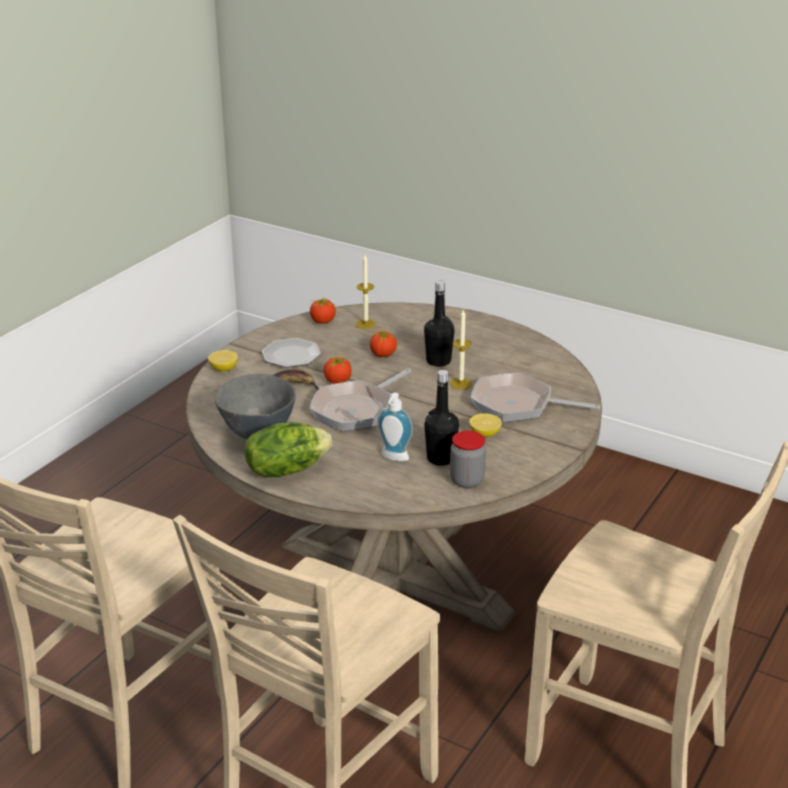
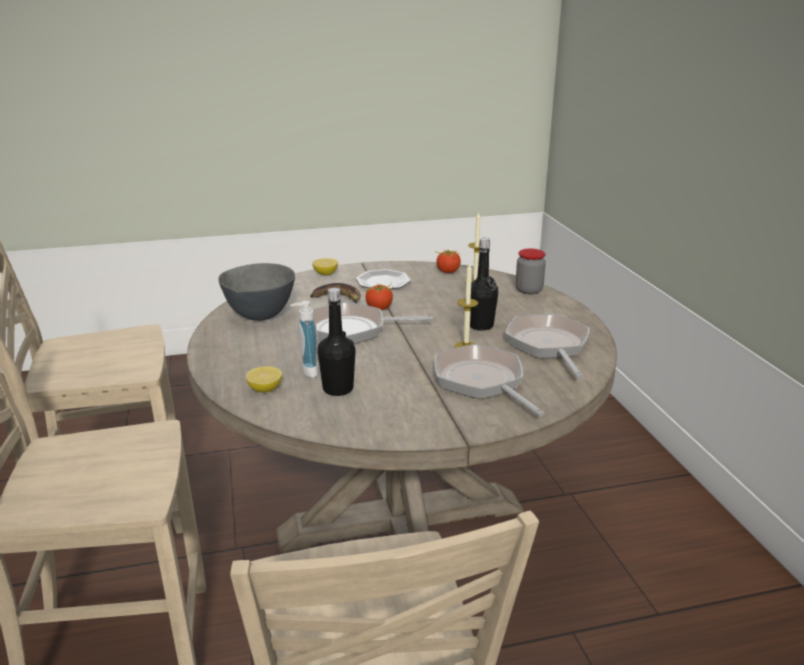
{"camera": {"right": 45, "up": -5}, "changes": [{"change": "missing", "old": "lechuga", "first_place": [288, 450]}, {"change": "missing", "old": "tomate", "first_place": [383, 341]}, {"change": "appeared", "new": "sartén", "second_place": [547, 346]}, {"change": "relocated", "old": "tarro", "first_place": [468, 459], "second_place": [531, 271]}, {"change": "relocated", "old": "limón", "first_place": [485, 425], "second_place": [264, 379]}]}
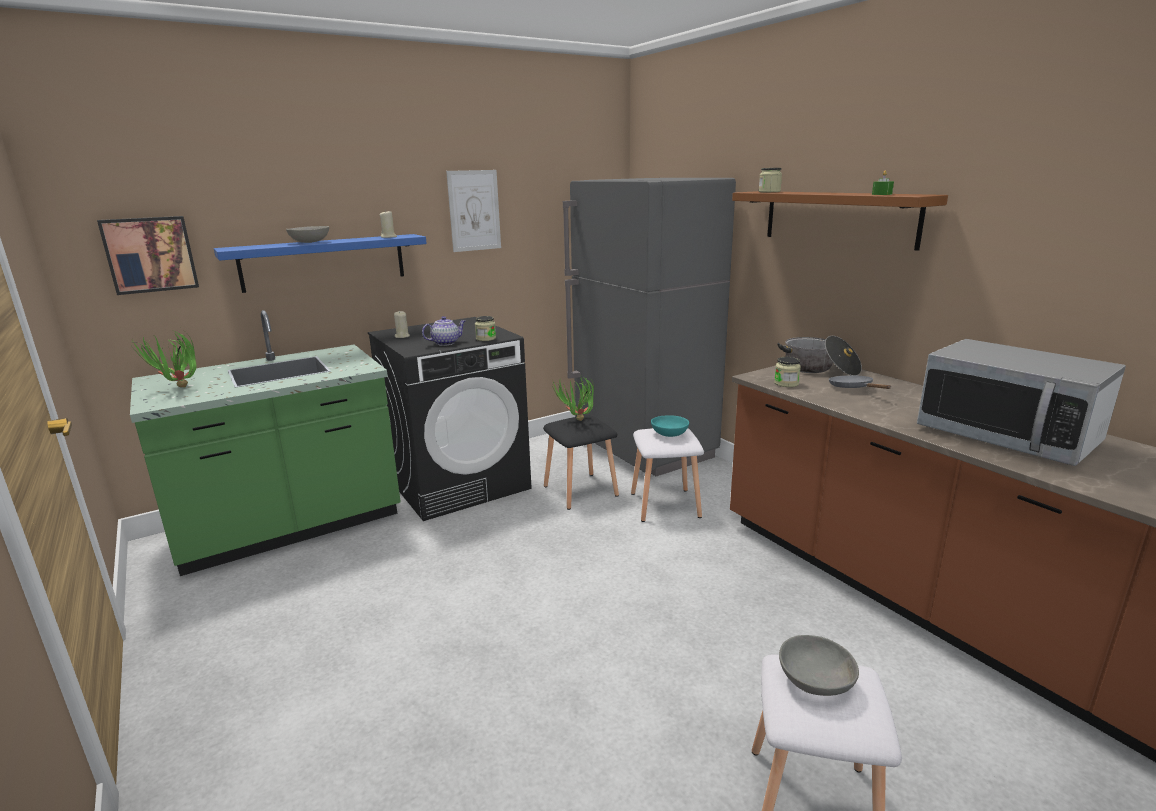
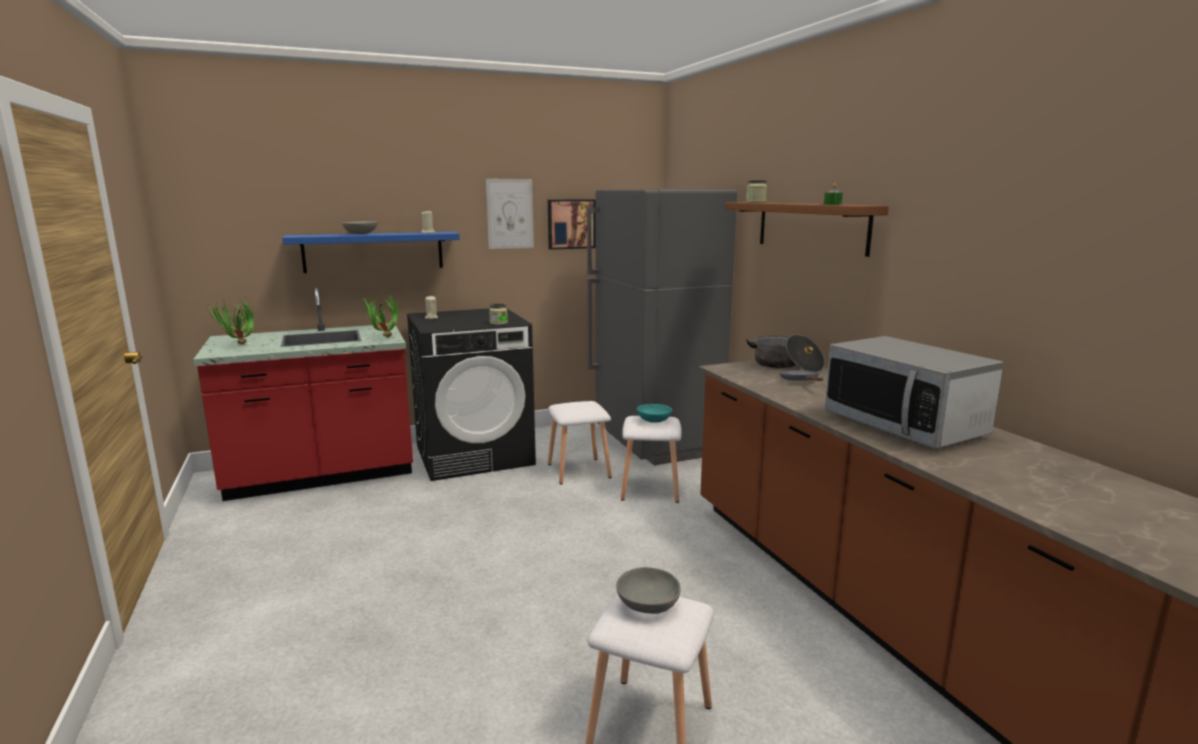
{"camera": {"right": 10, "up": -5}, "changes": [{"change": "missing", "old": "tetera", "first_place": [443, 331]}, {"change": "missing", "old": "tarro", "first_place": [787, 372]}, {"change": "relocated", "old": "cuadro", "first_place": [148, 255], "second_place": [571, 224]}, {"change": "relocated", "old": "planta en maceta", "first_place": [573, 398], "second_place": [380, 315]}, {"change": "colour", "old": "mueble bajo de cocina [verde]", "new": "mueble bajo de cocina [rojo]", "first_place": [265, 443], "second_place": [303, 394]}, {"change": "colour", "old": "taburete [negro]", "new": "taburete [blanco]", "first_place": [581, 462], "second_place": [580, 442]}]}
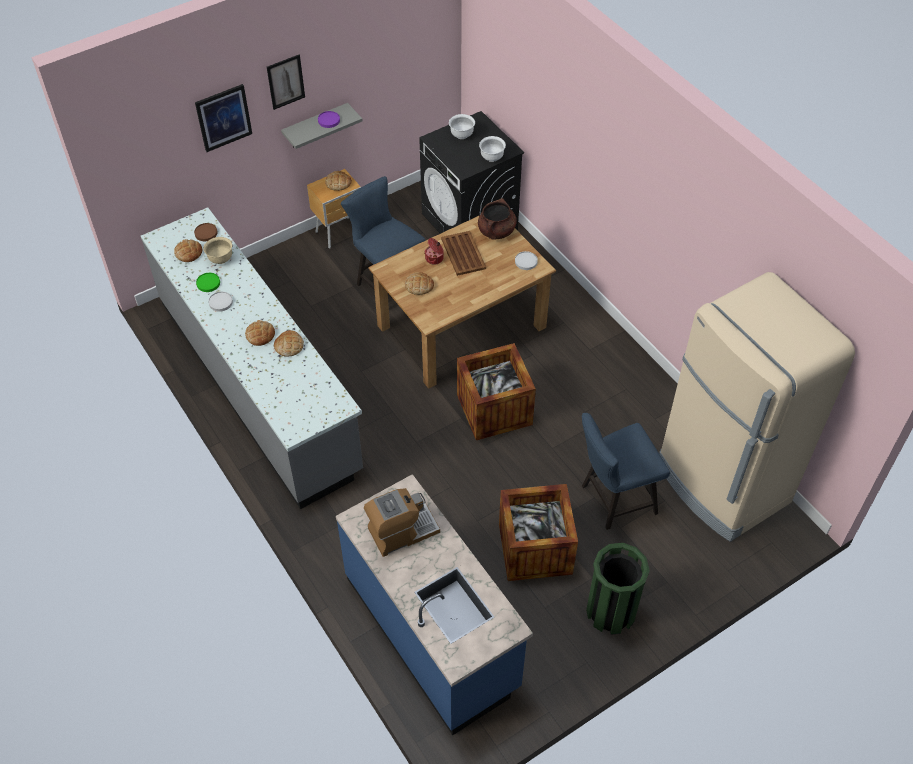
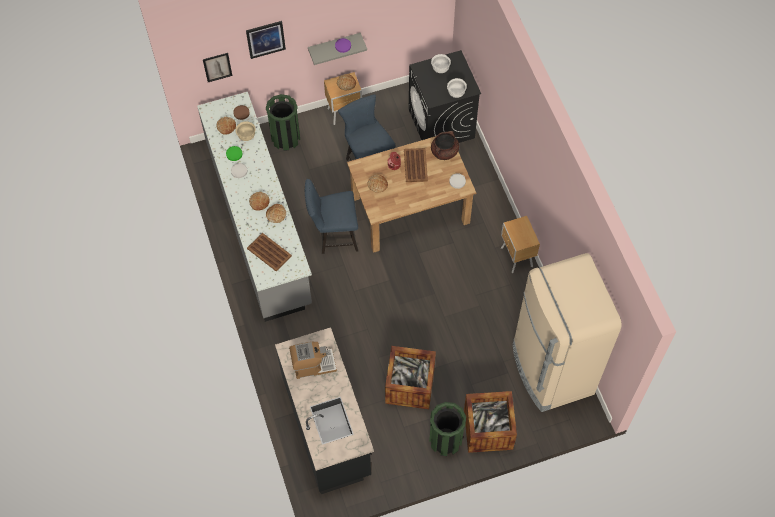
{"camera": {"right": 15, "up": 10}, "changes": [{"change": "appeared", "new": "bandeja [marrón]", "second_place": [269, 252]}, {"change": "appeared", "new": "papelera [verde]", "second_place": [283, 122]}, {"change": "appeared", "new": "mesita de noche [marrón]", "second_place": [520, 244]}, {"change": "relocated", "old": "cuadro", "first_place": [286, 82], "second_place": [217, 67]}, {"change": "relocated", "old": "caja de embalaje", "first_place": [496, 391], "second_place": [490, 422]}, {"change": "relocated", "old": "silla [azul]", "first_place": [626, 471], "second_place": [331, 216]}, {"change": "colour", "old": "mueble bajo de cocina [azul]", "new": "mueble bajo de cocina [negro]", "first_place": [434, 604], "second_place": [324, 410]}]}
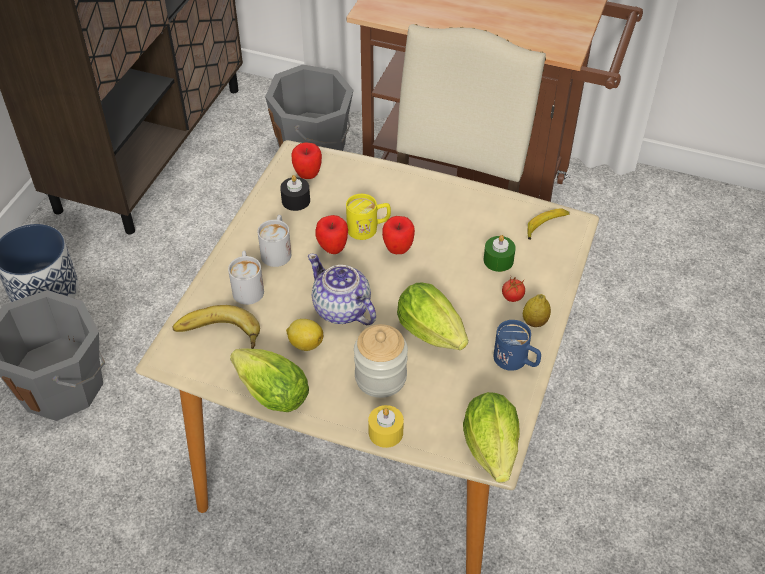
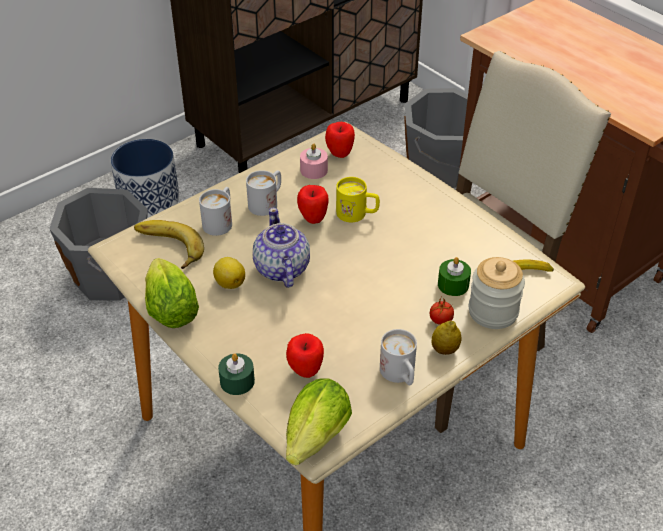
{"camera": {"right": 30, "up": -5}, "changes": [{"change": "missing", "old": "lechuga", "first_place": [432, 316]}, {"change": "relocated", "old": "tarro", "first_place": [381, 361], "second_place": [497, 293]}, {"change": "relocated", "old": "manzana", "first_place": [398, 235], "second_place": [305, 355]}, {"change": "colour", "old": "vela [negro]", "new": "vela [rosa]", "first_place": [295, 193], "second_place": [314, 161]}, {"change": "colour", "old": "vela [amarillo]", "new": "vela [verde]", "first_place": [386, 426], "second_place": [236, 374]}, {"change": "colour", "old": "taza grande [azul]", "new": "taza grande [blanco]", "first_place": [517, 345], "second_place": [398, 357]}]}
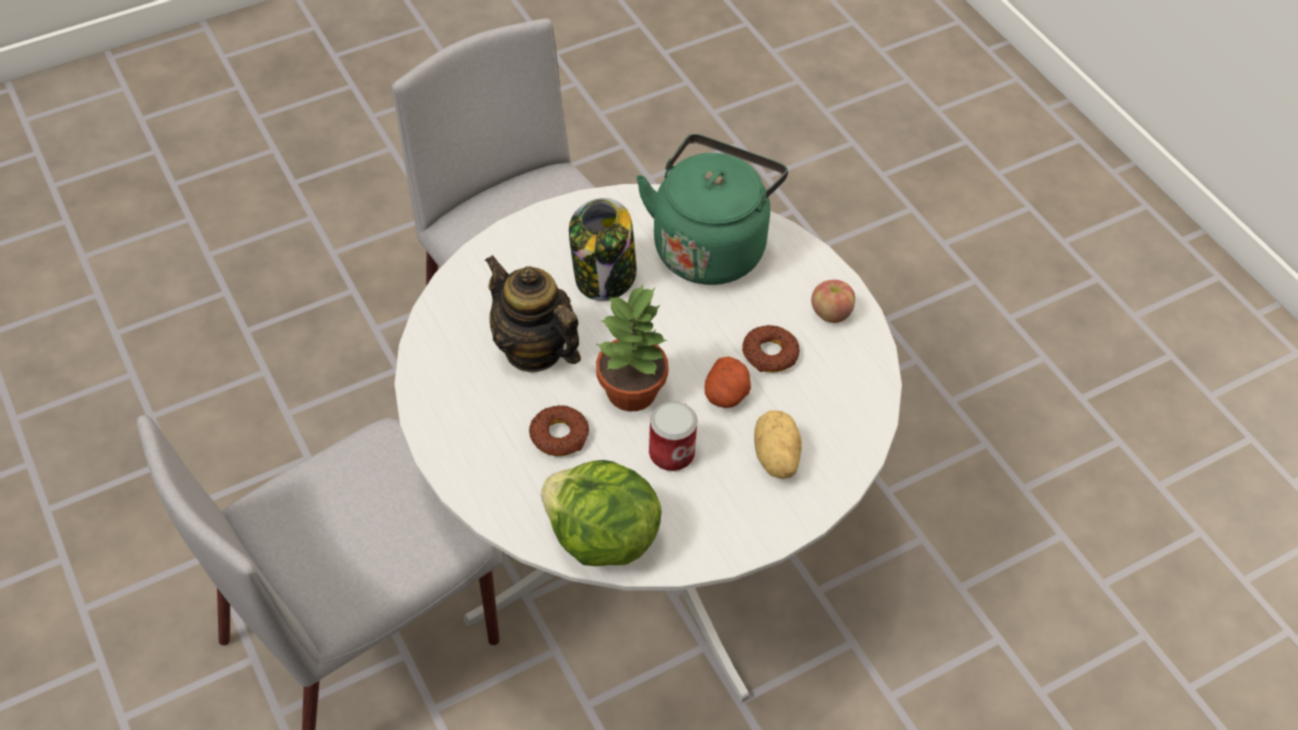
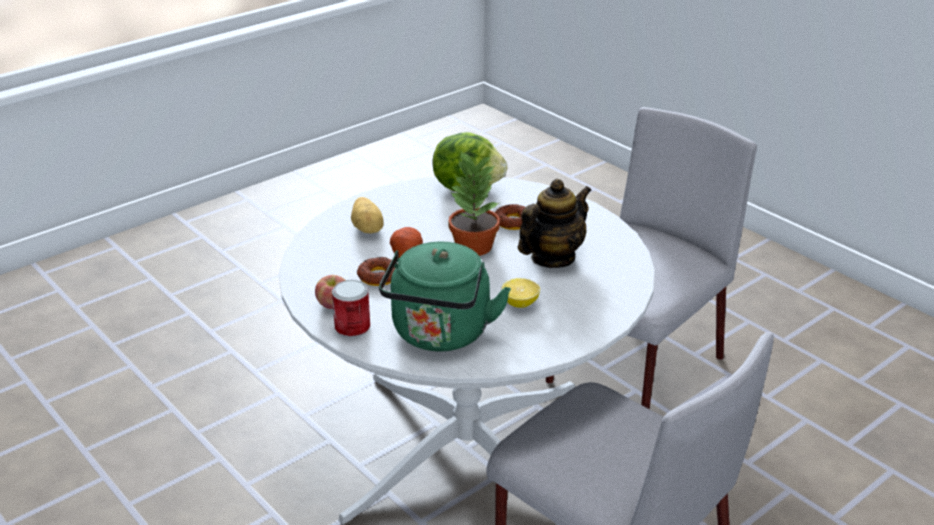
{"camera": {"right": 170, "up": -20}, "changes": [{"change": "relocated", "old": "lata", "first_place": [673, 436], "second_place": [351, 309]}, {"change": "exchanged", "old": "tarro", "new": "limón", "first_place": [603, 249], "second_place": [521, 293]}, {"change": "spun", "old": "tetera", "first_place": [532, 313], "second_place": [555, 223], "degrees": -75}]}
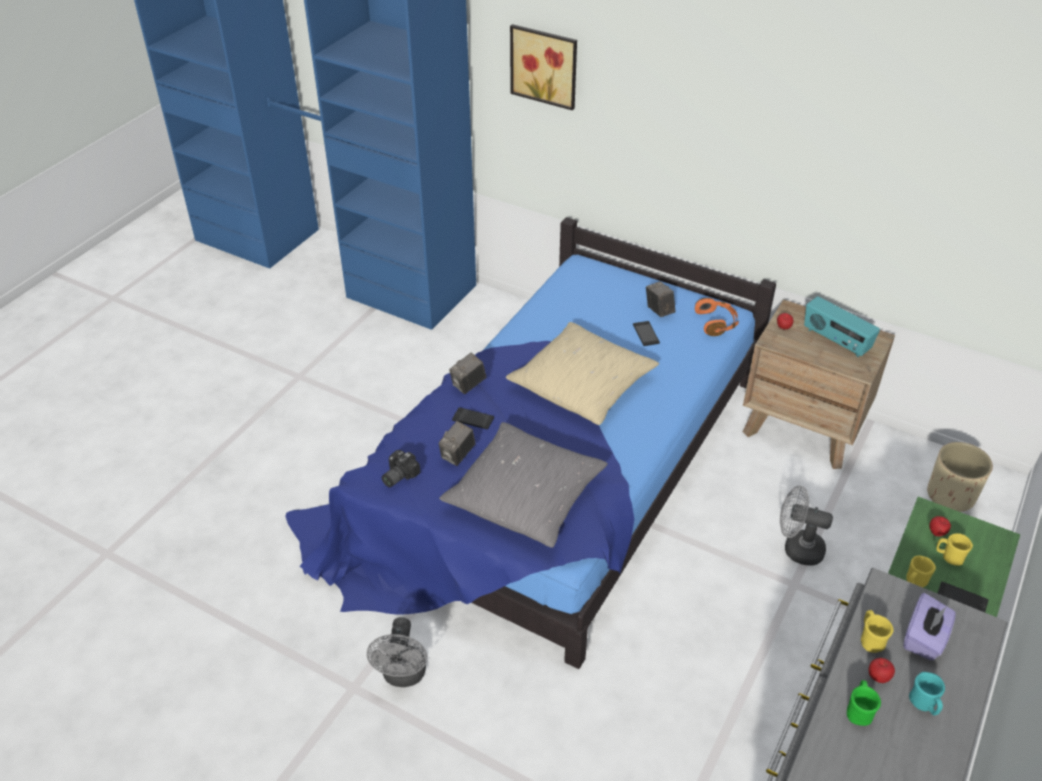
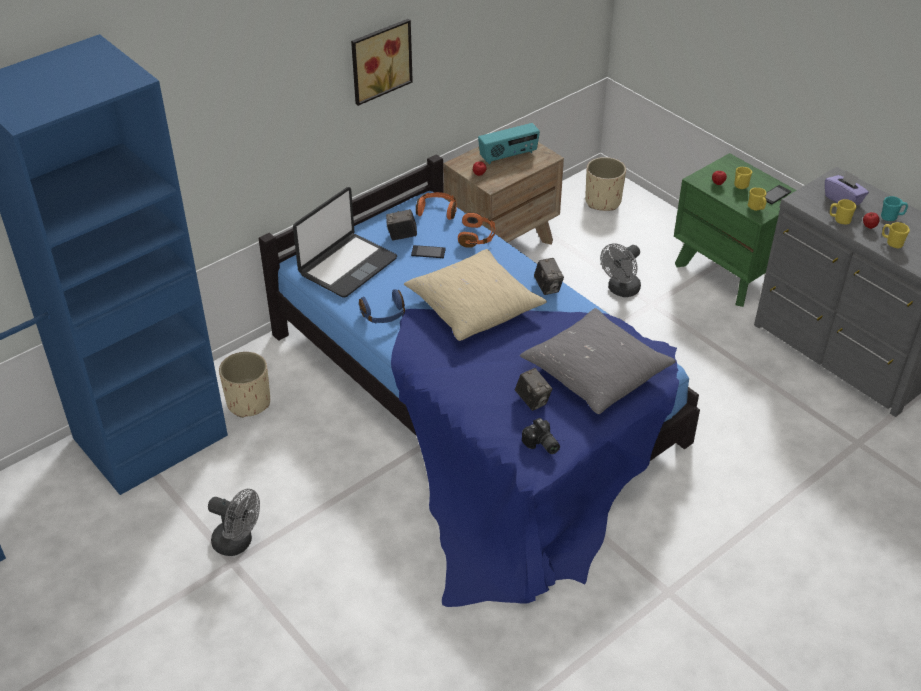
{"camera": {"right": -70, "up": 0}, "changes": [{"change": "missing", "old": "móvil", "first_place": [473, 418]}, {"change": "appeared", "new": "maceta [beis]", "second_place": [244, 385]}, {"change": "appeared", "new": "portátil", "second_place": [345, 242]}, {"change": "appeared", "new": "auriculares [azul]", "second_place": [382, 306]}, {"change": "appeared", "new": "auriculares [naranja]", "second_place": [476, 230]}, {"change": "relocated", "old": "ventilador [gris]", "first_place": [397, 652], "second_place": [234, 522]}, {"change": "relocated", "old": "cámara", "first_place": [467, 373], "second_place": [549, 276]}, {"change": "relocated", "old": "cuadro", "first_place": [543, 67], "second_place": [382, 62]}, {"change": "colour", "old": "taza grande [verde]", "new": "taza grande [amarillo]", "first_place": [864, 703], "second_place": [896, 235]}]}
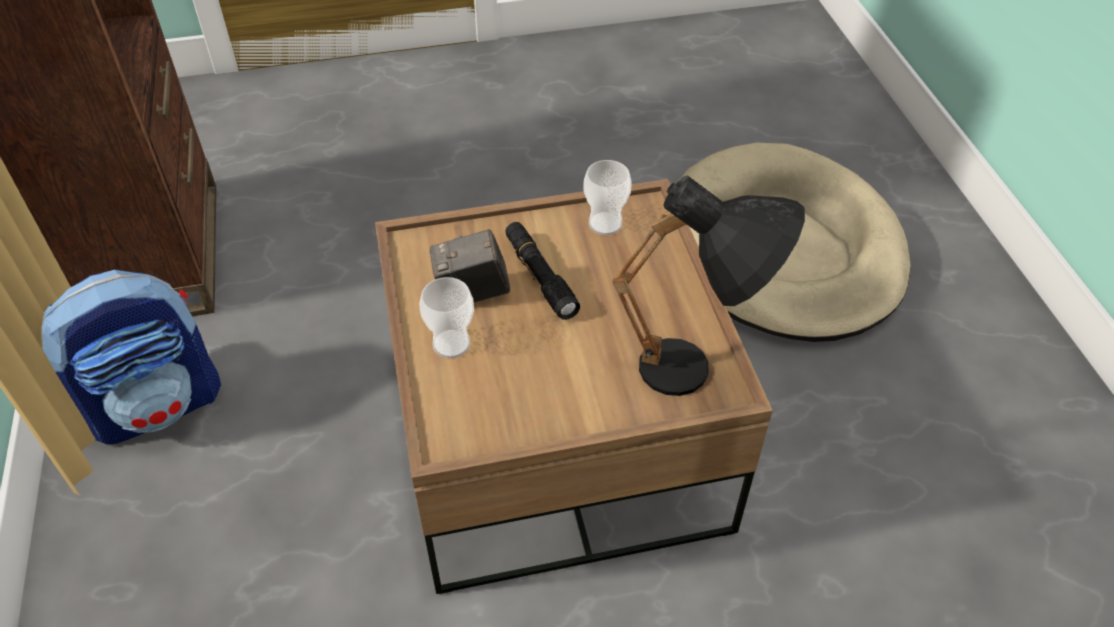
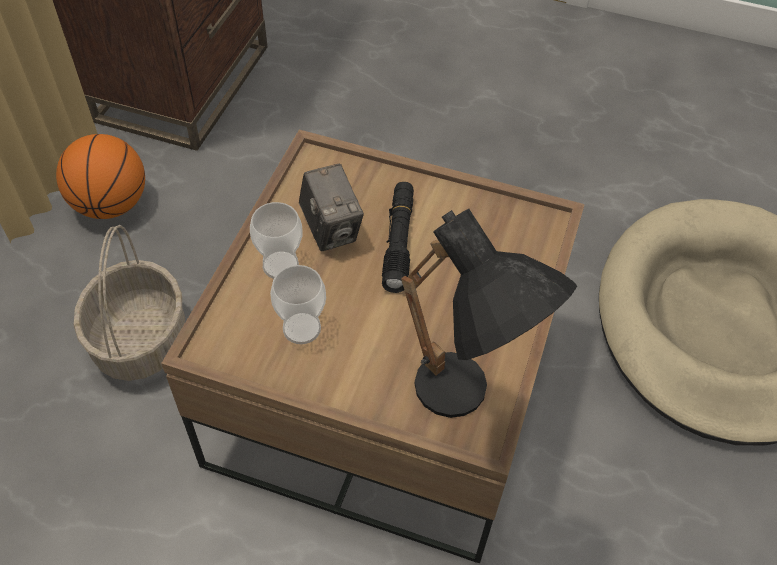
{"camera": {"right": 30, "up": 5}, "changes": [{"change": "appeared", "new": "cesta", "second_place": [129, 303]}, {"change": "relocated", "old": "taza", "first_place": [607, 197], "second_place": [298, 304]}, {"change": "exchanged", "old": "mochila", "new": "balón de baloncesto", "first_place": [131, 357], "second_place": [100, 176]}, {"change": "spun", "old": "cámara", "first_place": [470, 265], "second_place": [331, 207], "degrees": -135}]}
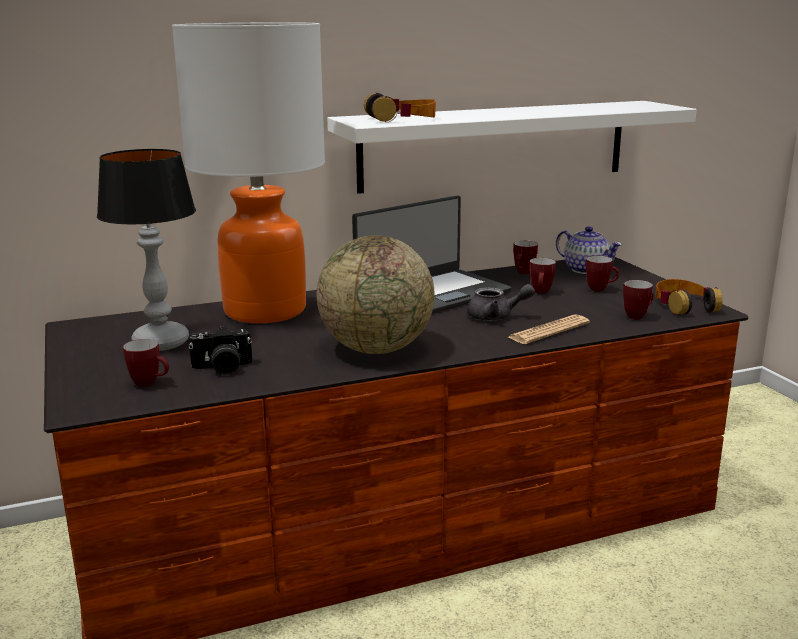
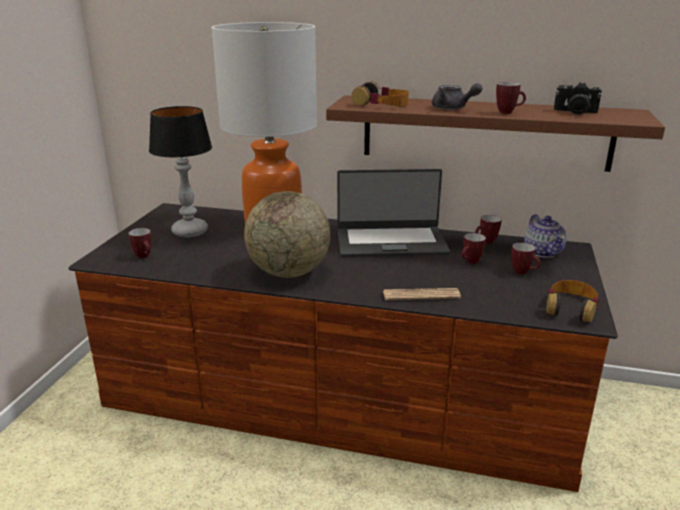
{"camera": {"right": 35, "up": 5}, "changes": [{"change": "relocated", "old": "cámara", "first_place": [220, 350], "second_place": [577, 98]}, {"change": "relocated", "old": "tetera [gris]", "first_place": [501, 302], "second_place": [457, 96]}, {"change": "relocated", "old": "taza grande", "first_place": [638, 300], "second_place": [511, 98]}, {"change": "colour", "old": "estante [blanco]", "new": "estante [marrón]", "first_place": [512, 147], "second_place": [495, 133]}]}
